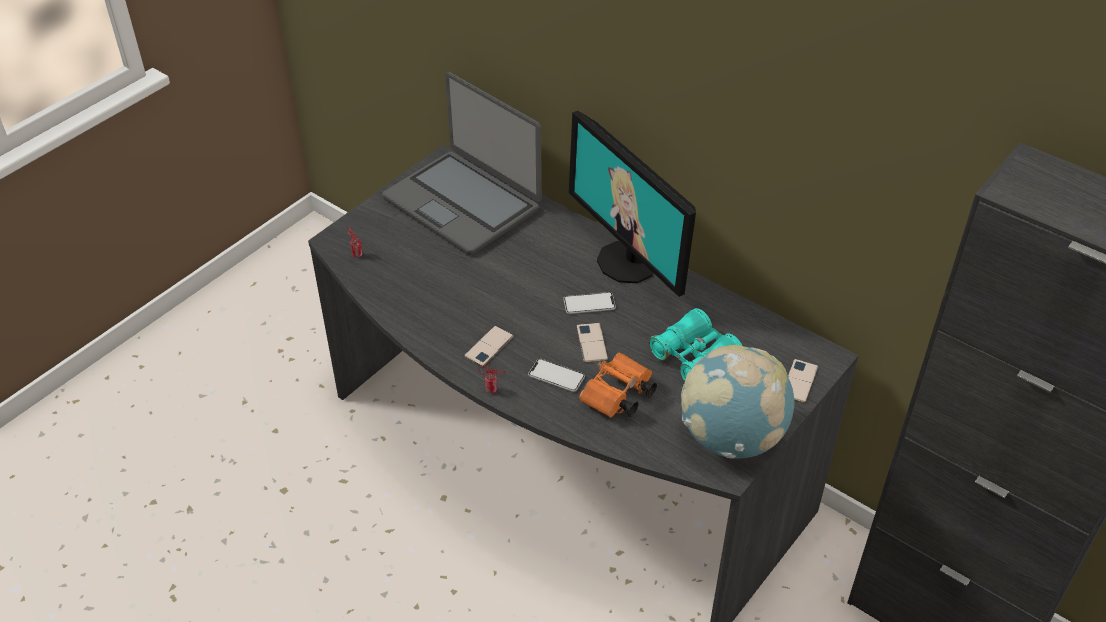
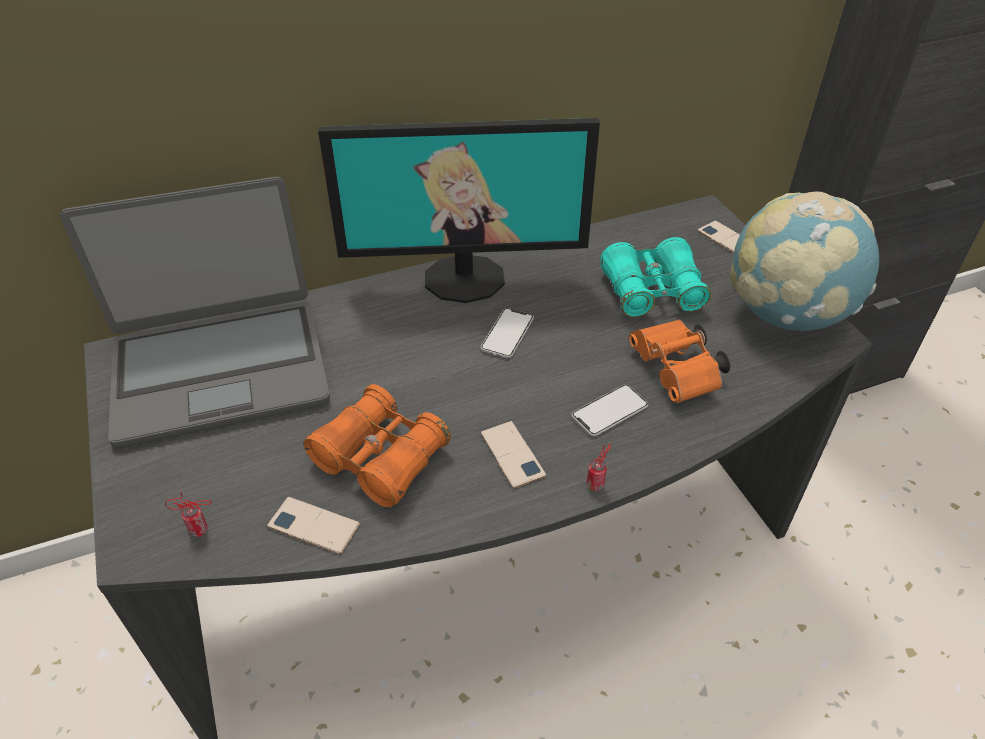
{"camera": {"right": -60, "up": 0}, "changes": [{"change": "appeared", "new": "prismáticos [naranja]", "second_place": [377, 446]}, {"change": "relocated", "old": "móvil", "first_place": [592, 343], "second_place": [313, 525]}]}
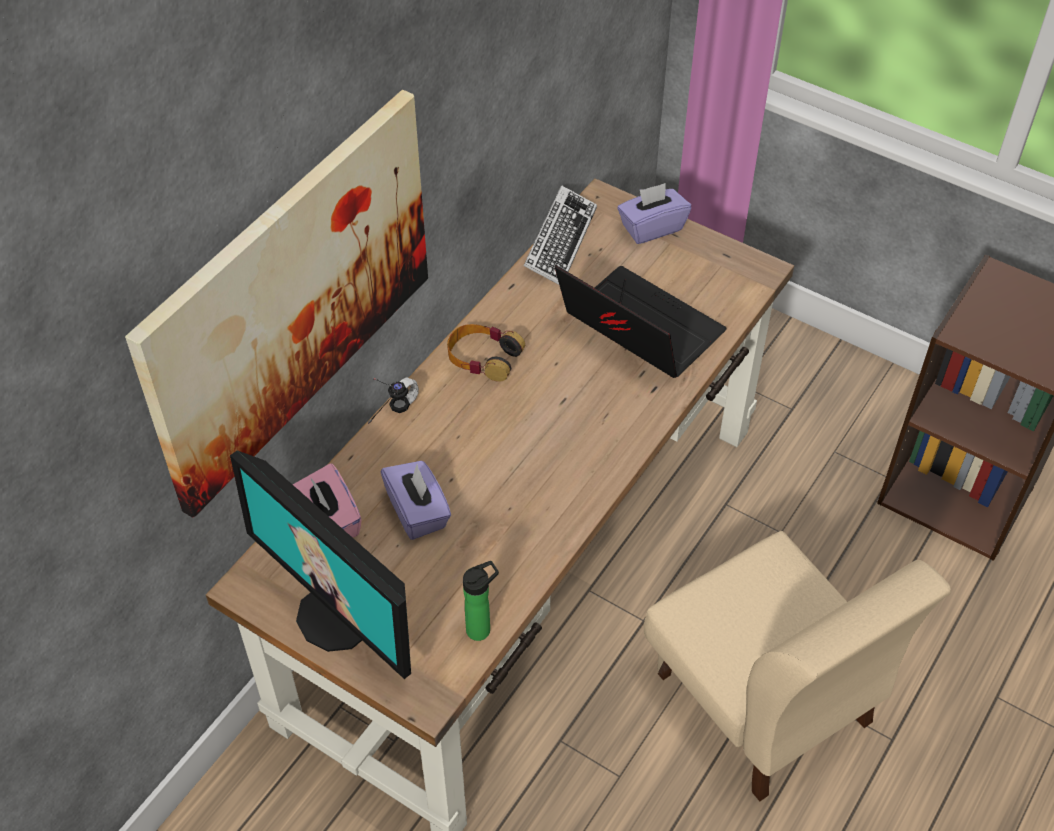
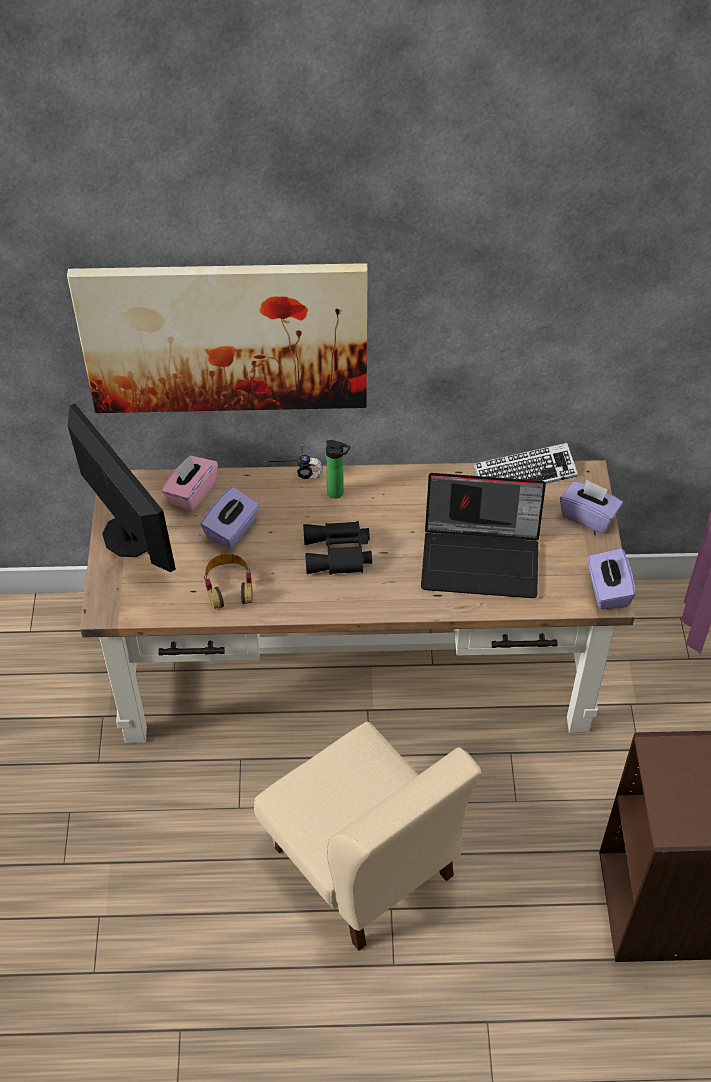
{"camera": {"right": 55, "up": 0}, "changes": [{"change": "appeared", "new": "prismáticos [negro]", "second_place": [337, 548]}, {"change": "appeared", "new": "caja de pañuelos [morado]", "second_place": [612, 578]}, {"change": "relocated", "old": "auriculares", "first_place": [486, 353], "second_place": [228, 581]}, {"change": "relocated", "old": "botella", "first_place": [481, 601], "second_place": [338, 469]}, {"change": "spun", "old": "monitor", "first_place": [320, 564], "second_place": [122, 488], "degrees": 135}, {"change": "spun", "old": "portátil", "first_place": [640, 321], "second_place": [483, 535], "degrees": 90}, {"change": "spun", "old": "silla [beis]", "first_place": [797, 666], "second_place": [367, 836], "degrees": -60}]}
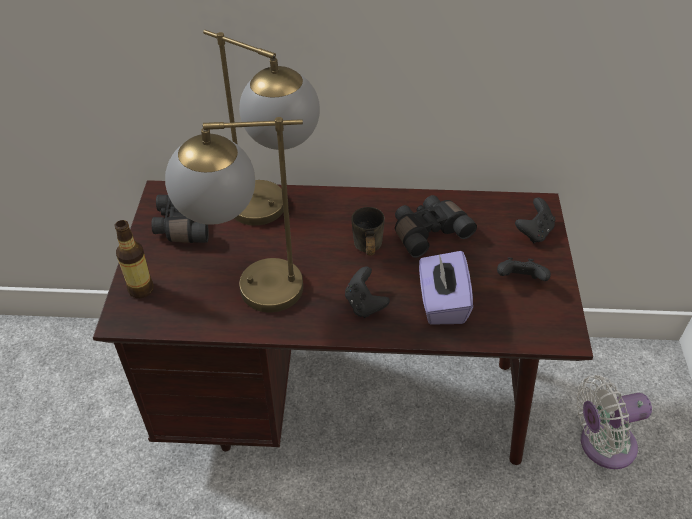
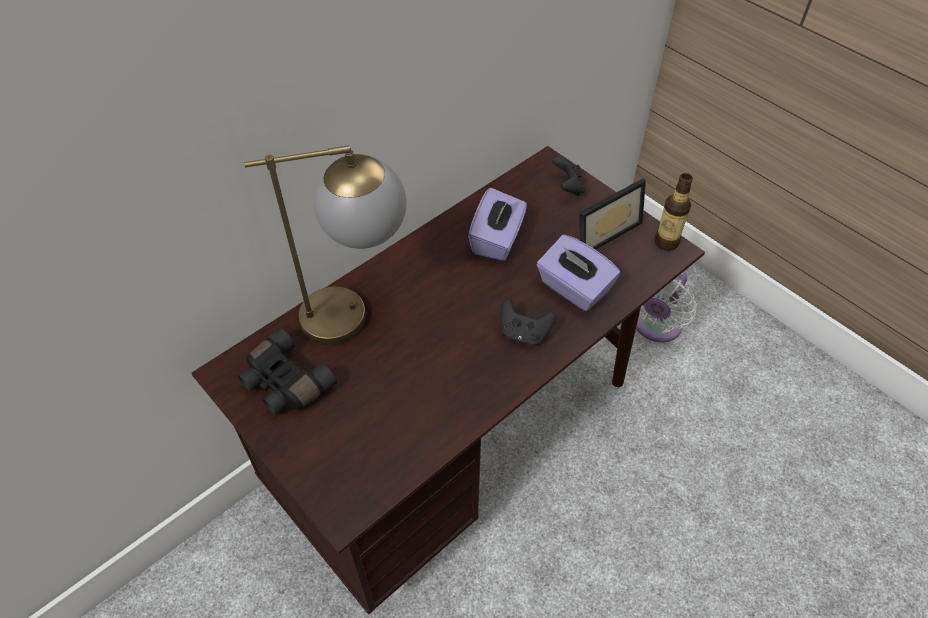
{"camera": {"right": -45, "up": 5}, "changes": [{"change": "missing", "old": "lámpara de mesa", "first_place": [234, 215]}, {"change": "missing", "old": "taza grande [gris]", "first_place": [368, 231]}, {"change": "relocated", "old": "botella", "first_place": [134, 259], "second_place": [673, 212]}, {"change": "exchanged", "old": "prismáticos [negro]", "new": "caja de pañuelos [morado]", "first_place": [436, 226], "second_place": [497, 224]}, {"change": "exchanged", "old": "mando de consola [negro]", "new": "portarretratos", "first_place": [524, 269], "second_place": [612, 214]}]}
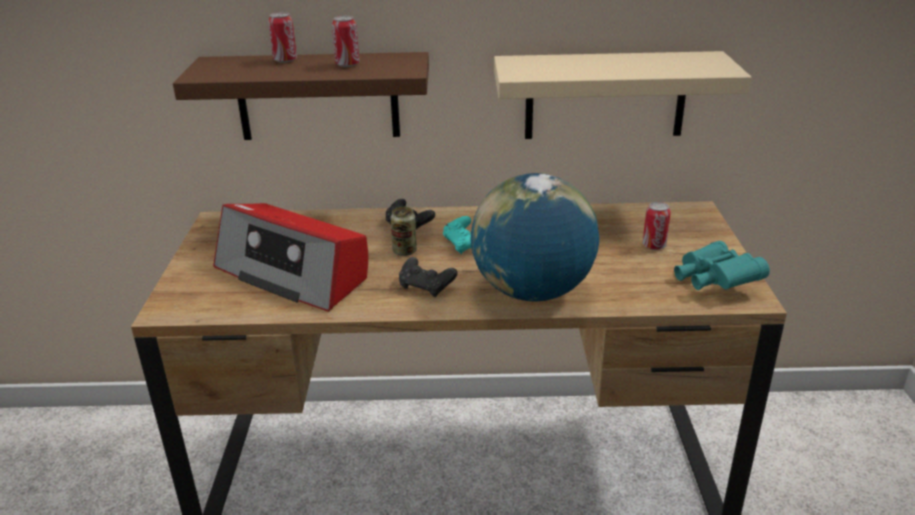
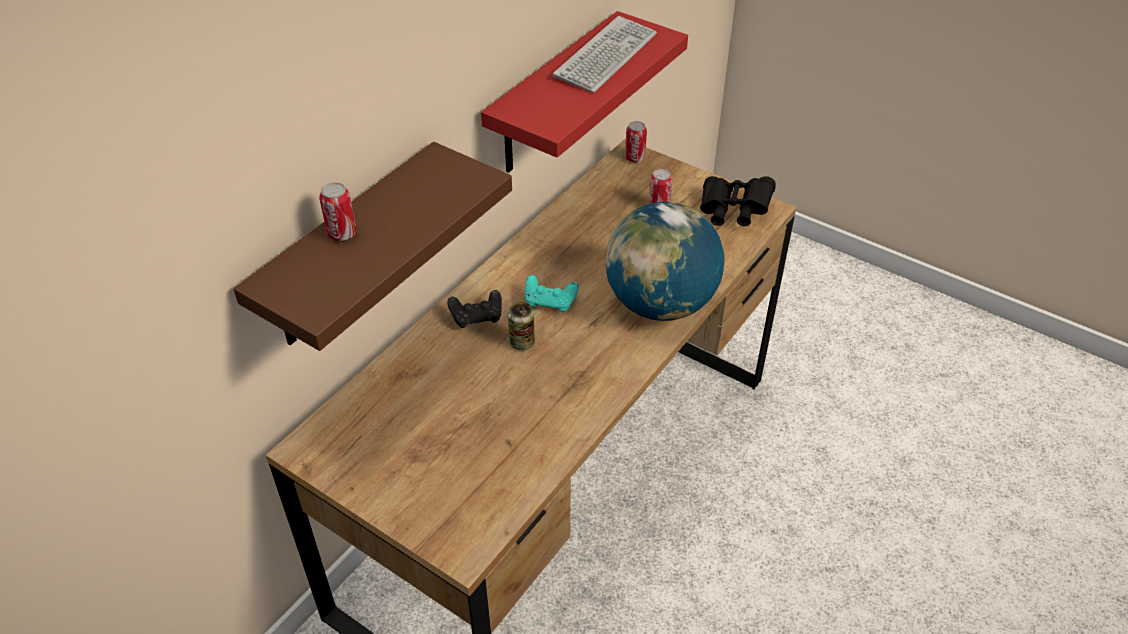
{"camera": {"right": -55, "up": 15}, "changes": [{"change": "missing", "old": "radio", "first_place": [290, 257]}, {"change": "missing", "old": "mando de consola [negro]", "first_place": [428, 277]}, {"change": "appeared", "new": "teclado", "second_place": [605, 54]}, {"change": "relocated", "old": "lata", "first_place": [345, 41], "second_place": [636, 142]}, {"change": "colour", "old": "estante [beis]", "new": "estante [rojo]", "first_place": [623, 95], "second_place": [584, 92]}, {"change": "colour", "old": "prismáticos [turquesa]", "new": "prismáticos [negro]", "first_place": [722, 265], "second_place": [738, 201]}]}
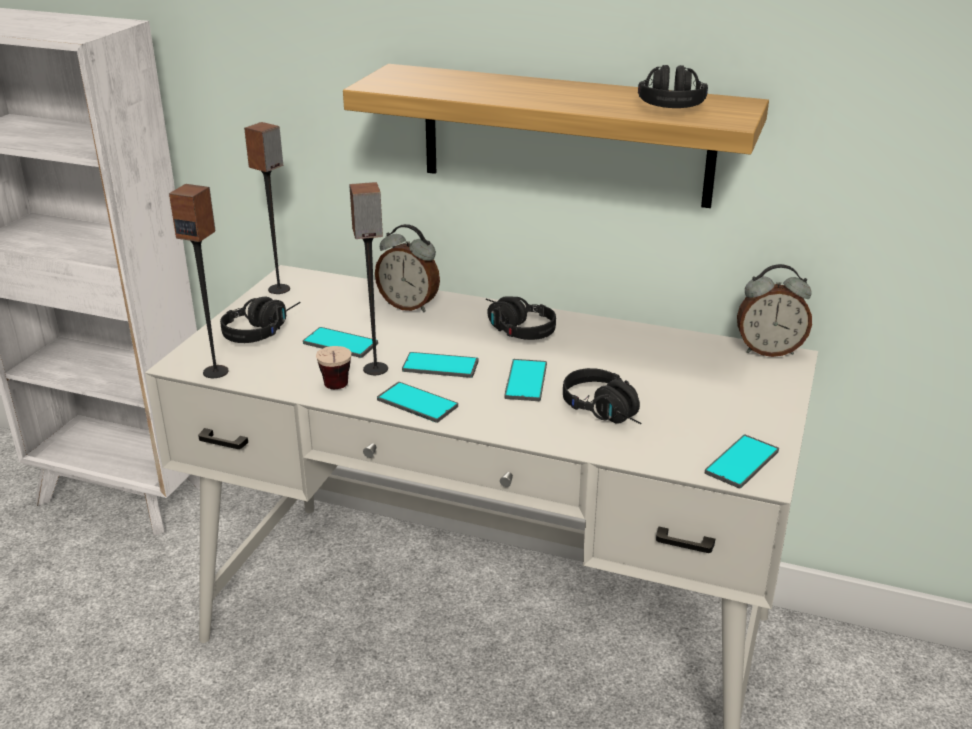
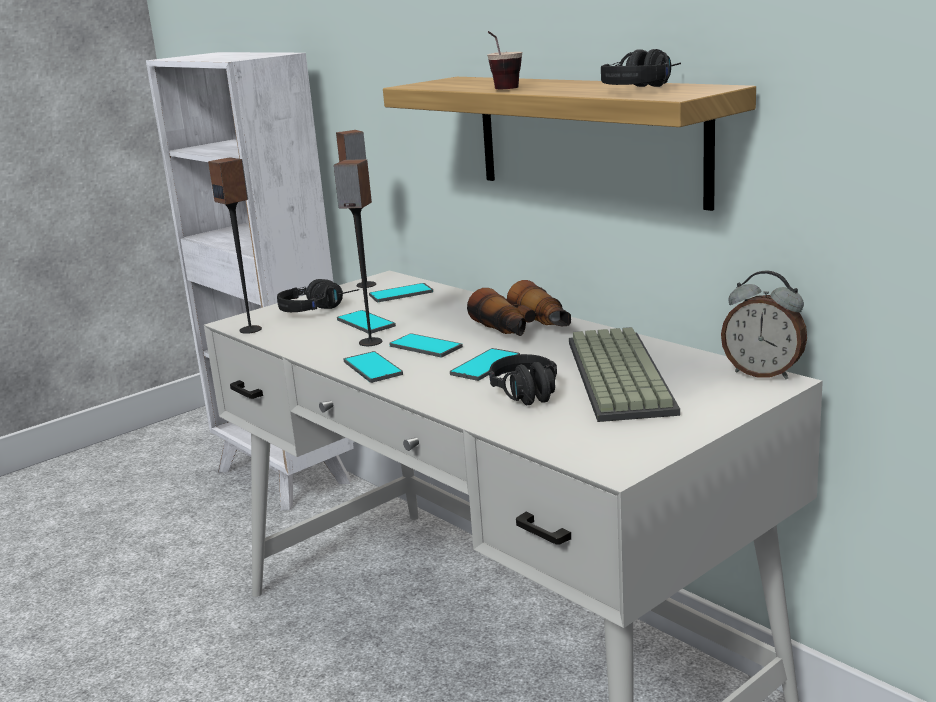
{"camera": {"right": 30, "up": -10}, "changes": [{"change": "missing", "old": "despertador", "first_place": [407, 268]}, {"change": "appeared", "new": "teclado", "second_place": [624, 374]}, {"change": "relocated", "old": "taza", "first_place": [334, 367], "second_place": [504, 60]}, {"change": "relocated", "old": "móvil", "first_place": [742, 461], "second_place": [401, 292]}, {"change": "exchanged", "old": "auriculares [negro]", "new": "prismáticos", "first_place": [521, 318], "second_place": [519, 308]}]}
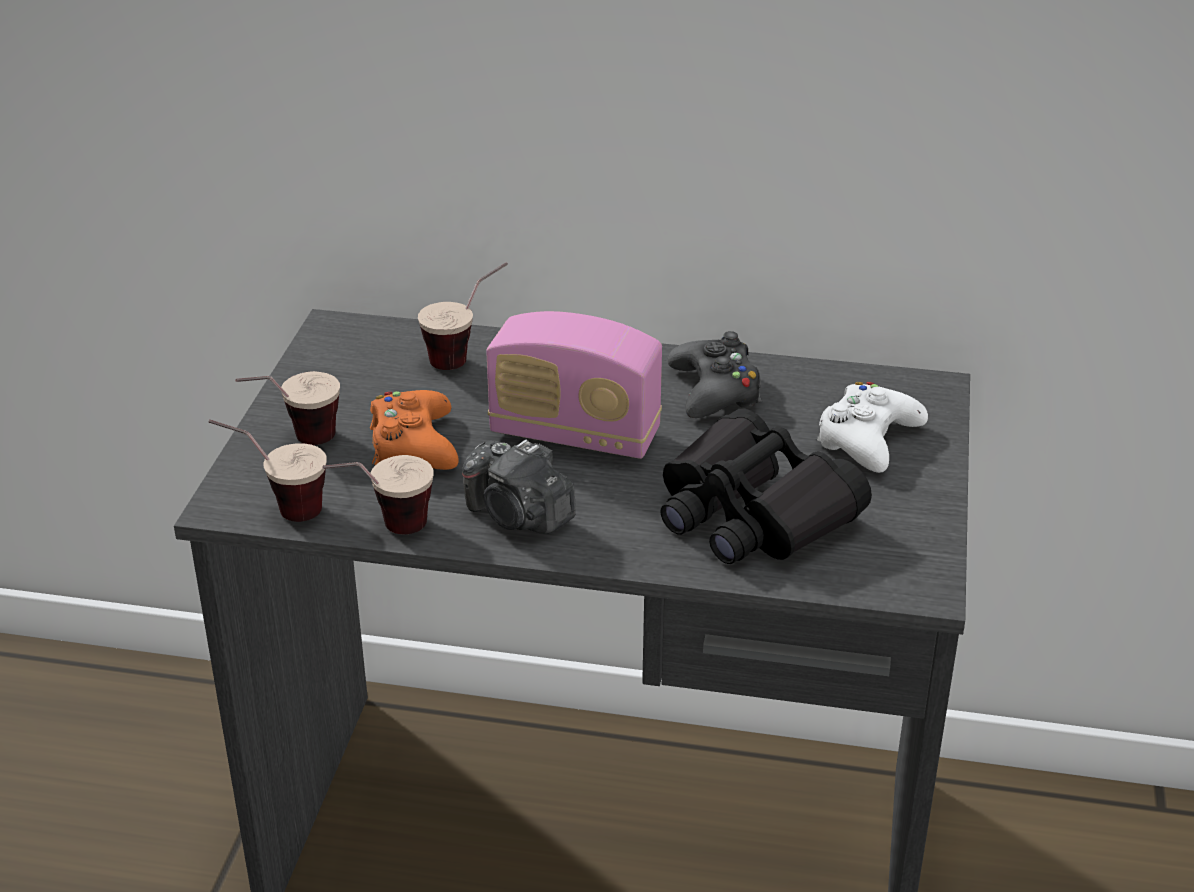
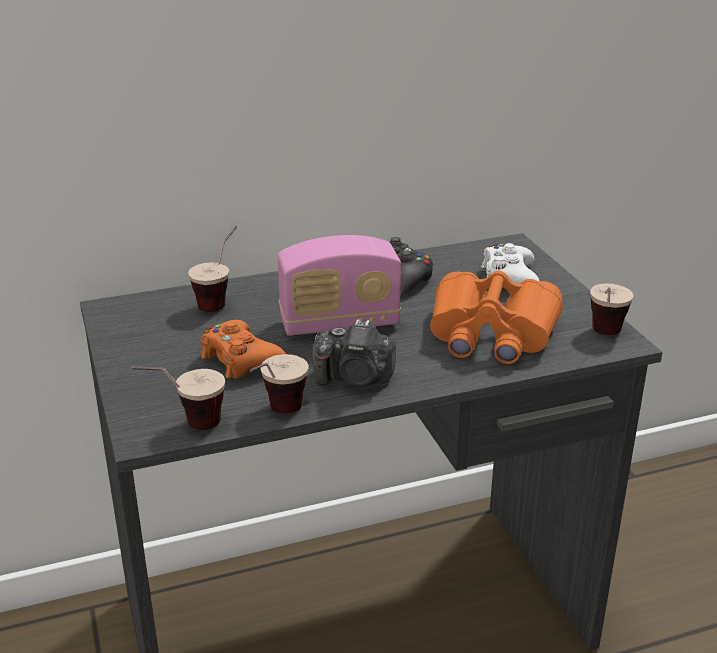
{"camera": {"right": -30, "up": -5}, "changes": [{"change": "relocated", "old": "taza", "first_place": [287, 408], "second_place": [612, 309]}, {"change": "colour", "old": "prismáticos [negro]", "new": "prismáticos [naranja]", "first_place": [766, 486], "second_place": [496, 317]}]}
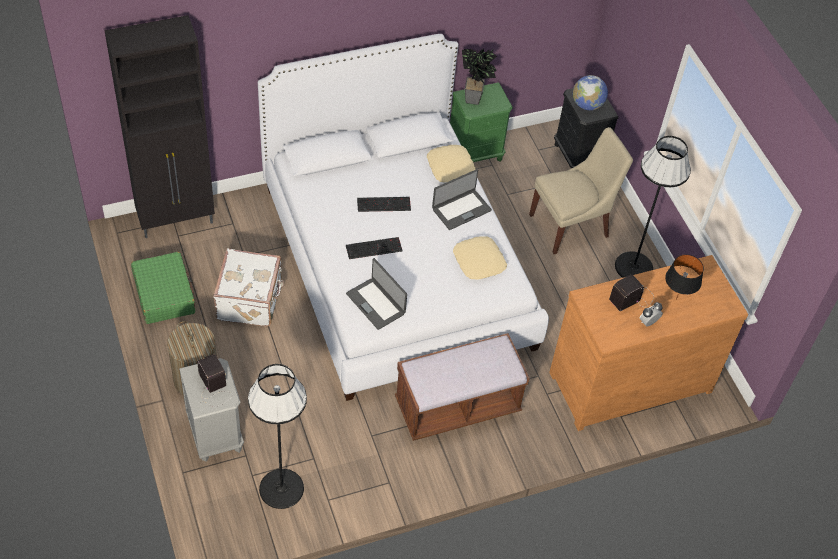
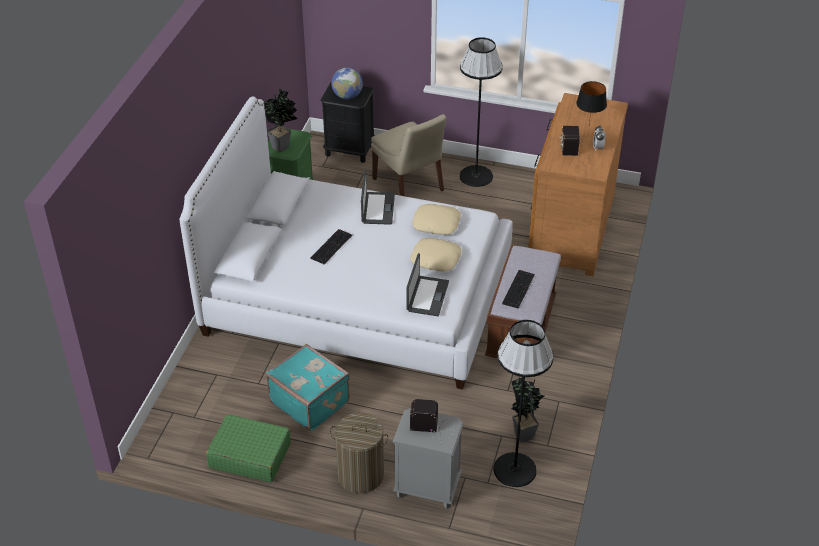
{"camera": {"right": -50, "up": -10}, "changes": [{"change": "missing", "old": "armario [negro]", "first_place": [159, 126]}, {"change": "appeared", "new": "planta en maceta", "second_place": [527, 410]}, {"change": "relocated", "old": "teclado", "first_place": [374, 248], "second_place": [518, 289]}, {"change": "relocated", "old": "cojín [beis]", "first_place": [451, 164], "second_place": [436, 255]}, {"change": "colour", "old": "maleta [blanco]", "new": "maleta [turquesa]", "first_place": [248, 287], "second_place": [308, 387]}, {"change": "spun", "old": "portátil", "first_place": [376, 294], "second_place": [427, 284], "degrees": -75}, {"change": "spun", "old": "silla [beis]", "first_place": [581, 190], "second_place": [408, 155], "degrees": 135}]}
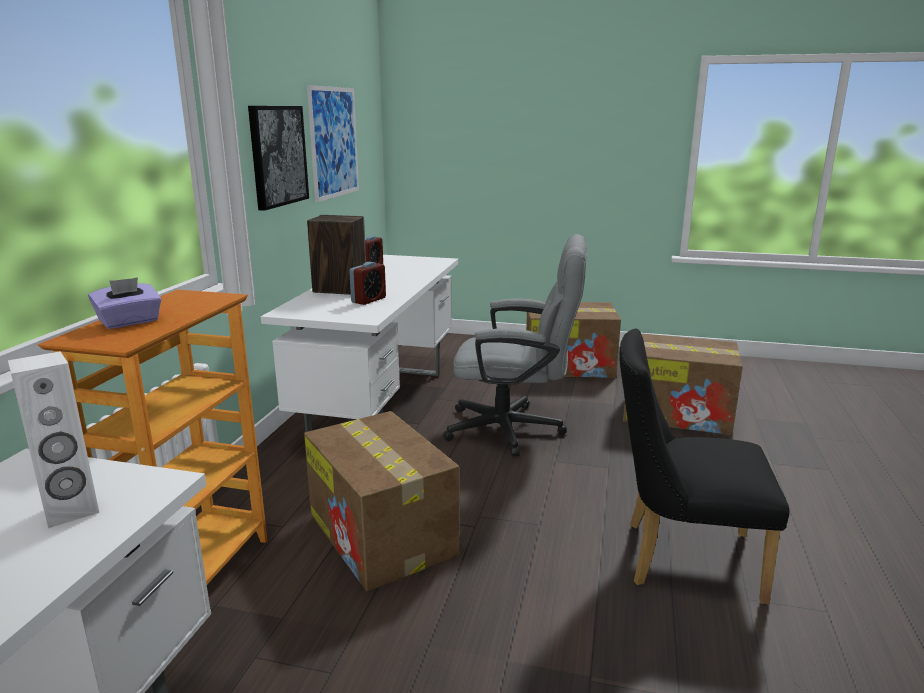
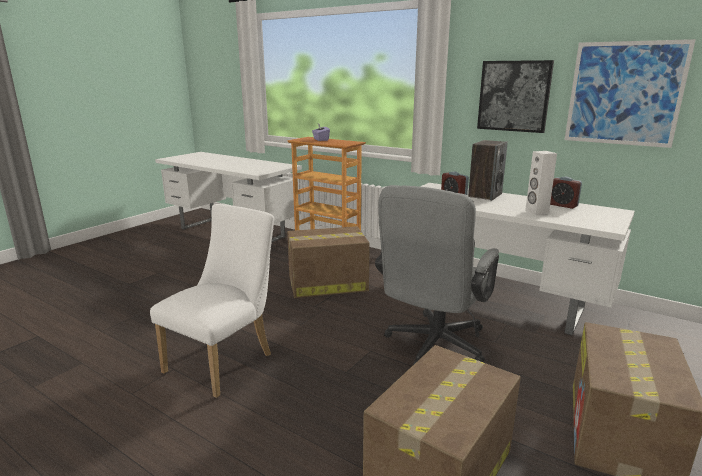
{"camera": {"right": 110, "up": 0}, "changes": [{"change": "relocated", "old": "altavoz [blanco]", "first_place": [53, 439], "second_place": [541, 183]}, {"change": "colour", "old": "silla [negro]", "new": "silla [blanco]", "first_place": [704, 467], "second_place": [212, 301]}]}
